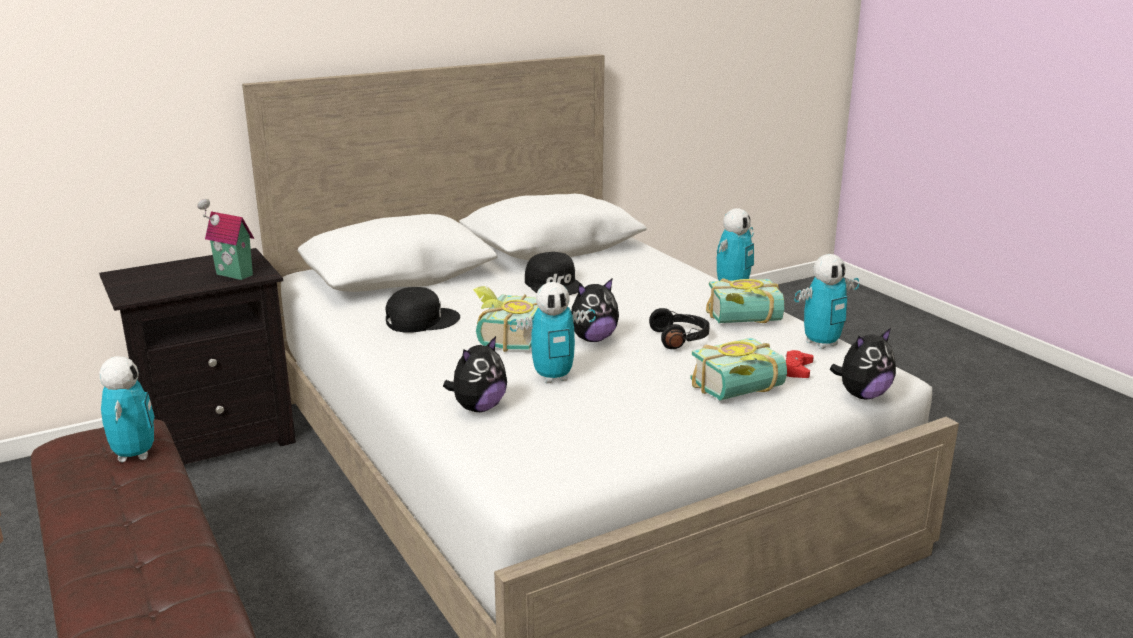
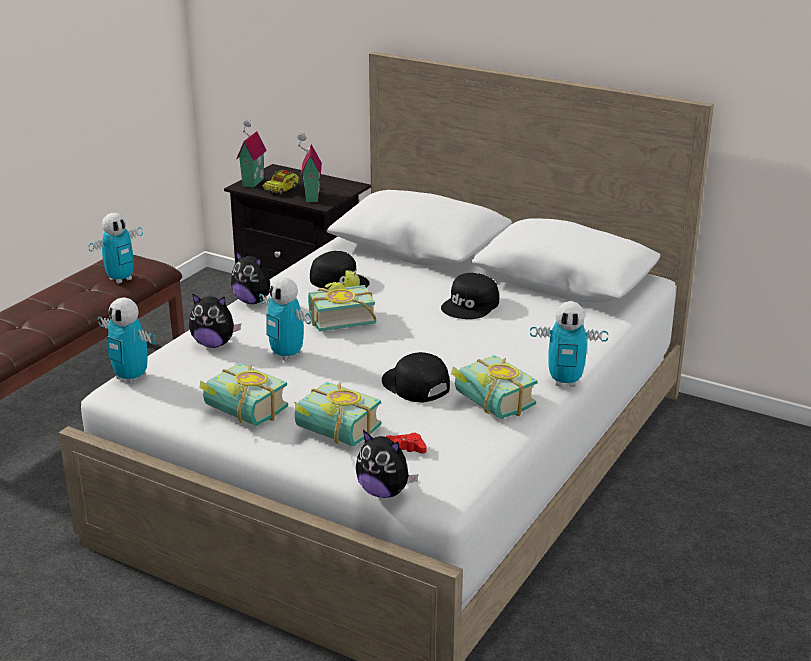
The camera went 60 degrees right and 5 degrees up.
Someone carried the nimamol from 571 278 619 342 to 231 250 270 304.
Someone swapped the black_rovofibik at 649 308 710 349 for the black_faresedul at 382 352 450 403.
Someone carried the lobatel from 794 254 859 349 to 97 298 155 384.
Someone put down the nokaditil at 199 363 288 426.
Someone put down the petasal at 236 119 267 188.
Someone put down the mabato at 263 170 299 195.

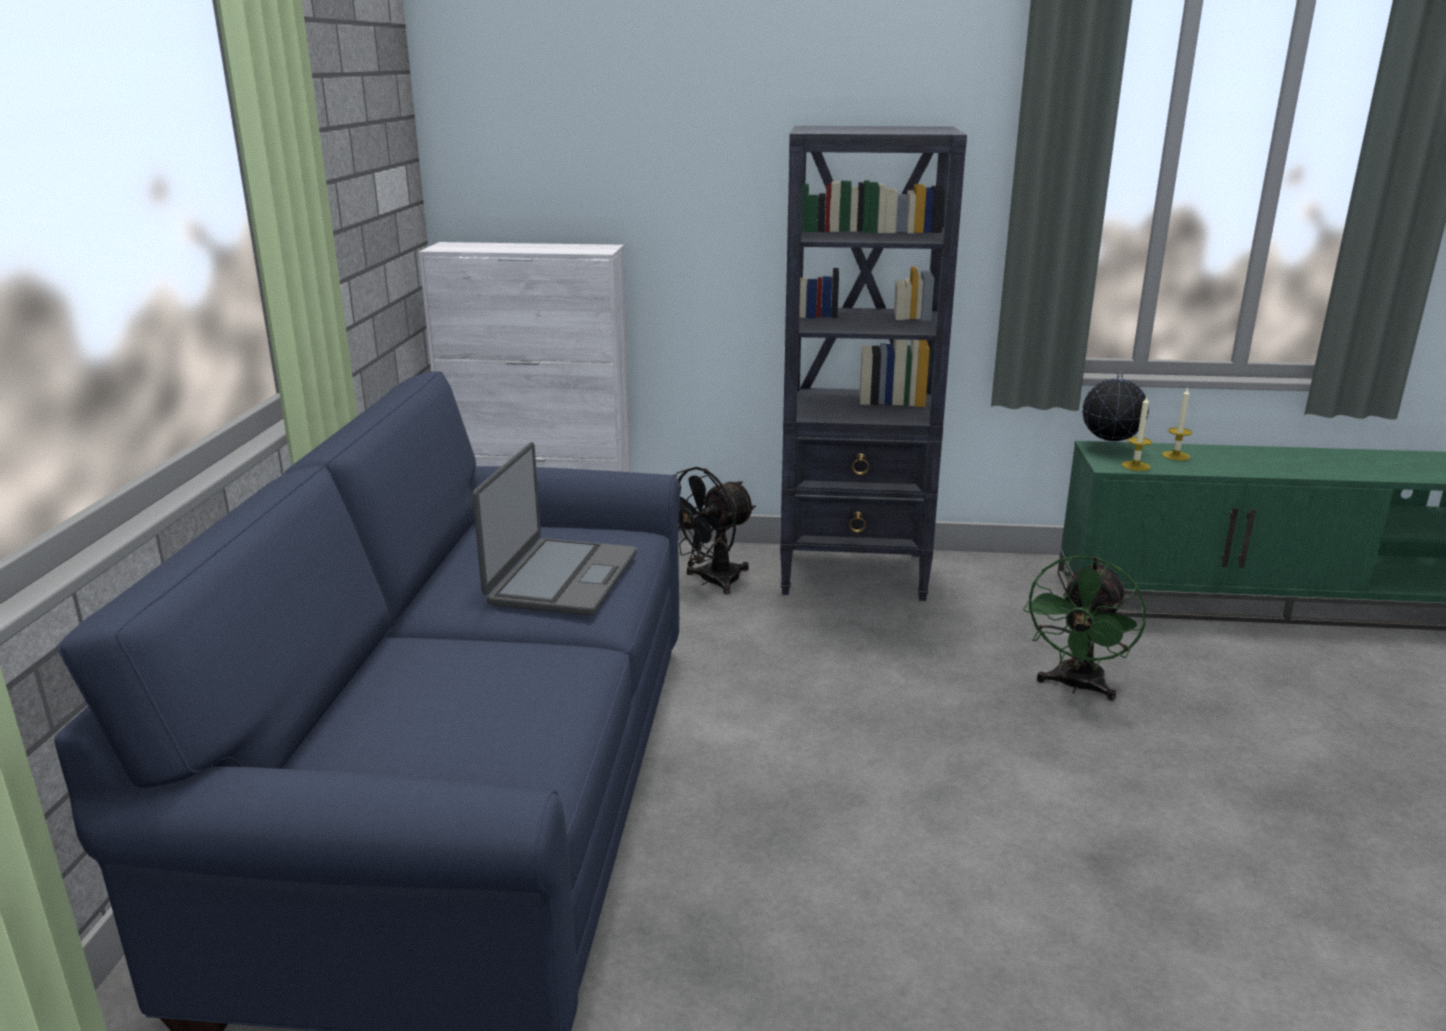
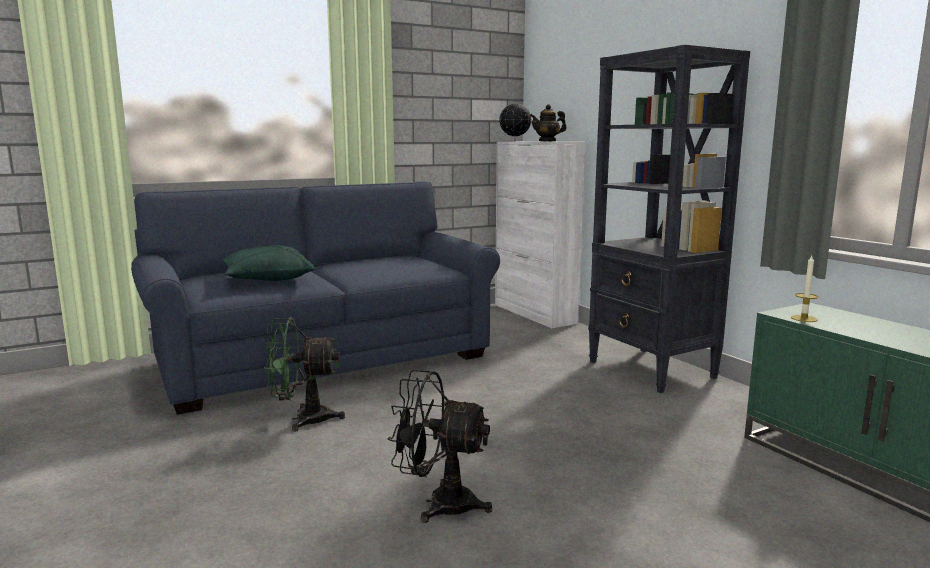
The camera went 55 degrees right and 10 degrees down.
Someone took away the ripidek at 472 442 637 616.
Someone carried the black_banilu from 675 467 756 595 to 388 370 492 523.
Someone carried the green_banilu from 1023 555 1146 701 to 264 317 345 432.
Someone carried the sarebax from 1082 372 1149 449 to 499 99 531 141.
Someone took away the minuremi at 1162 387 1192 461.
Someone put down the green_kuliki at 221 245 315 281.
Someone put down the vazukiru at 530 104 567 141.

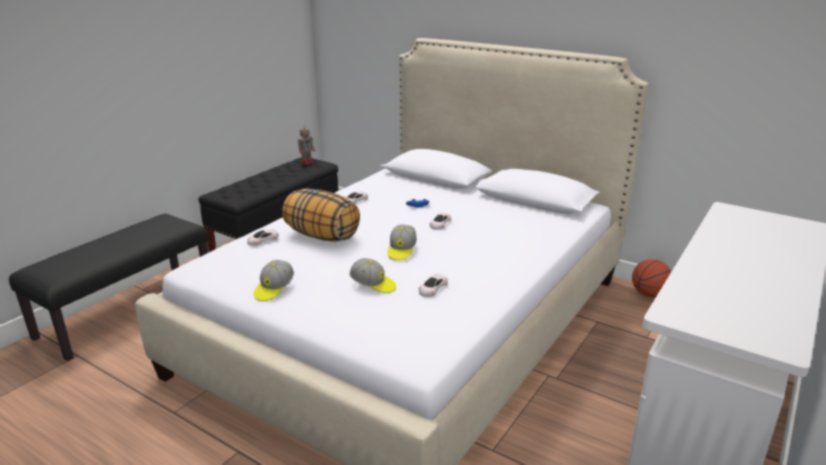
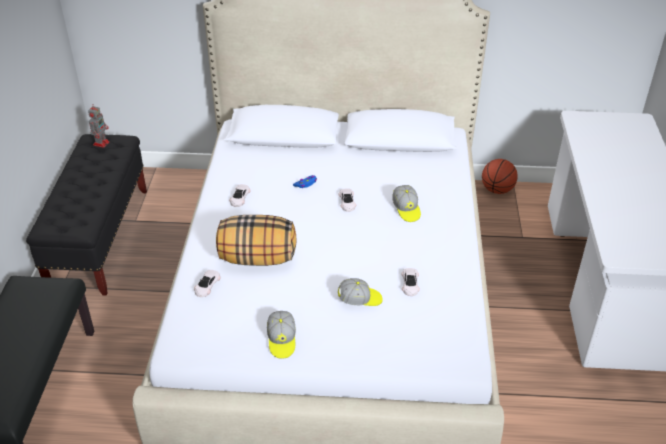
The camera went 30 degrees left and 15 degrees up.
Someone carried the faresedul from 388 224 417 260 to 392 185 421 222.

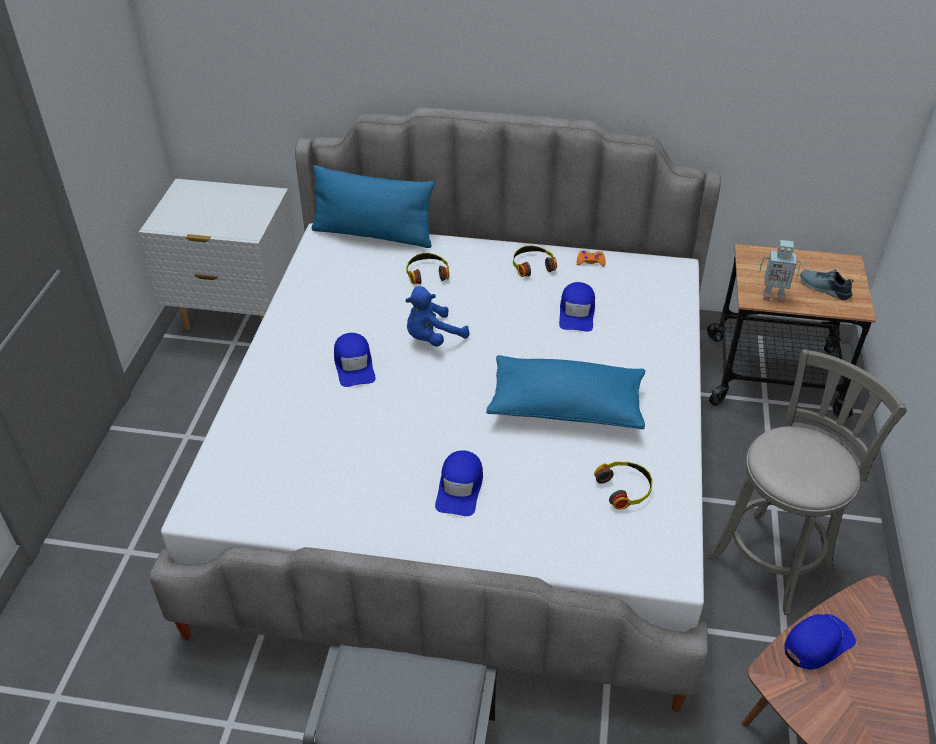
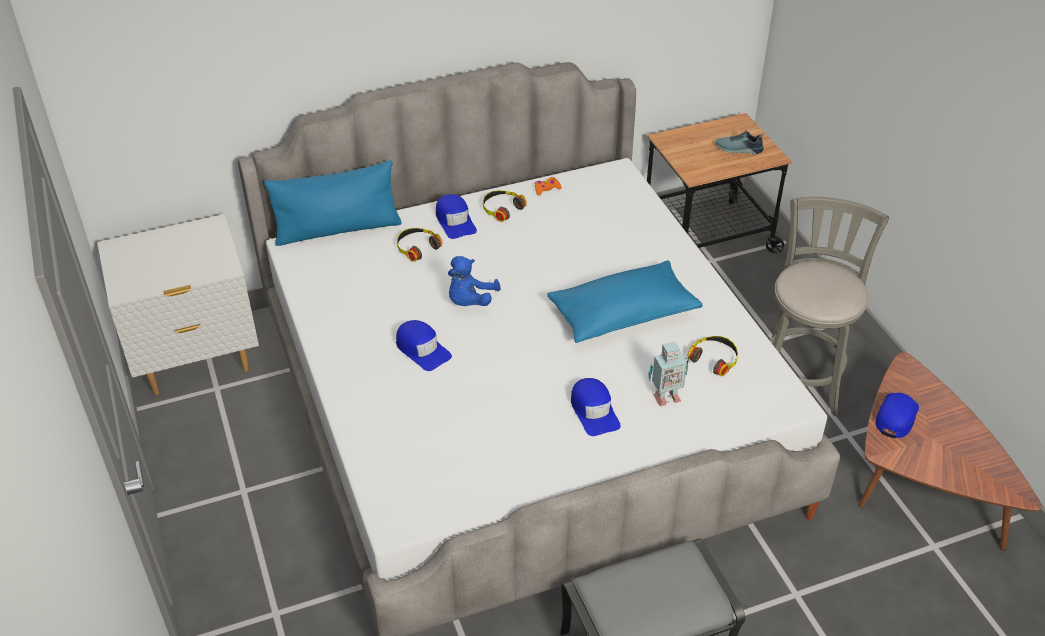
The camera went 30 degrees left and 0 degrees up.
Someone carried the blue_faresedul from 559 282 595 332 to 436 194 477 239.
Someone carried the lobatel from 760 240 801 303 to 649 341 689 406.

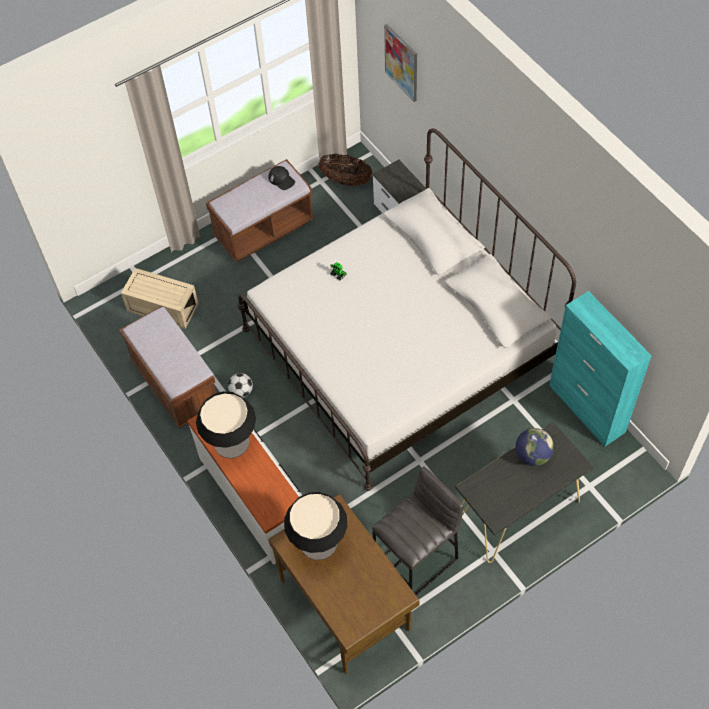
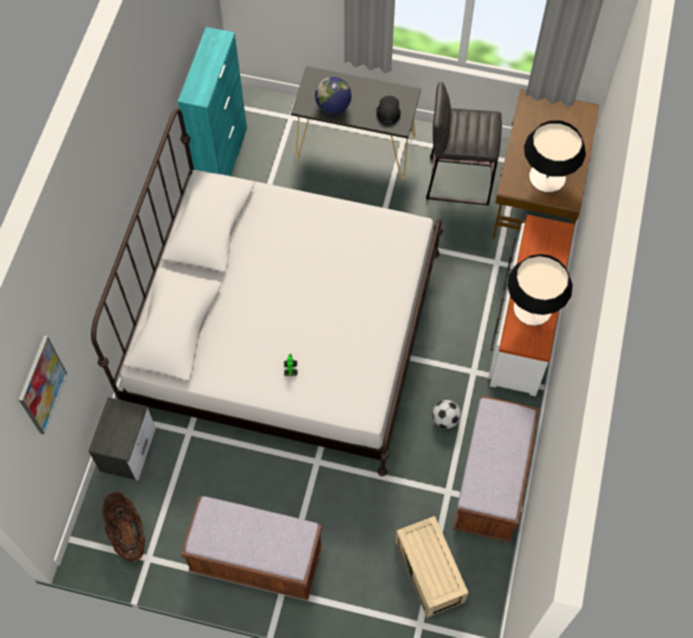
The camera went 135 degrees left and 5 degrees up.
Someone carried the black_faresedul from 269 166 295 190 to 376 96 401 125.

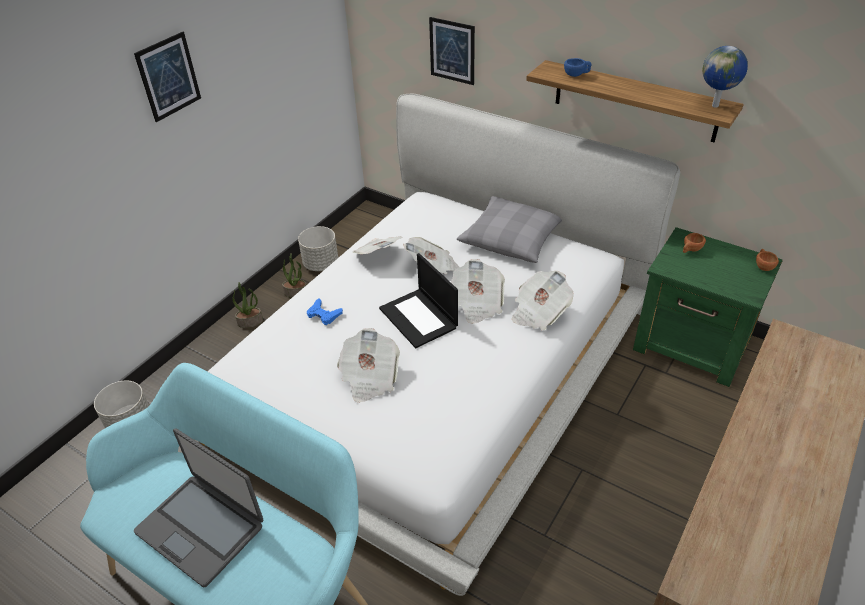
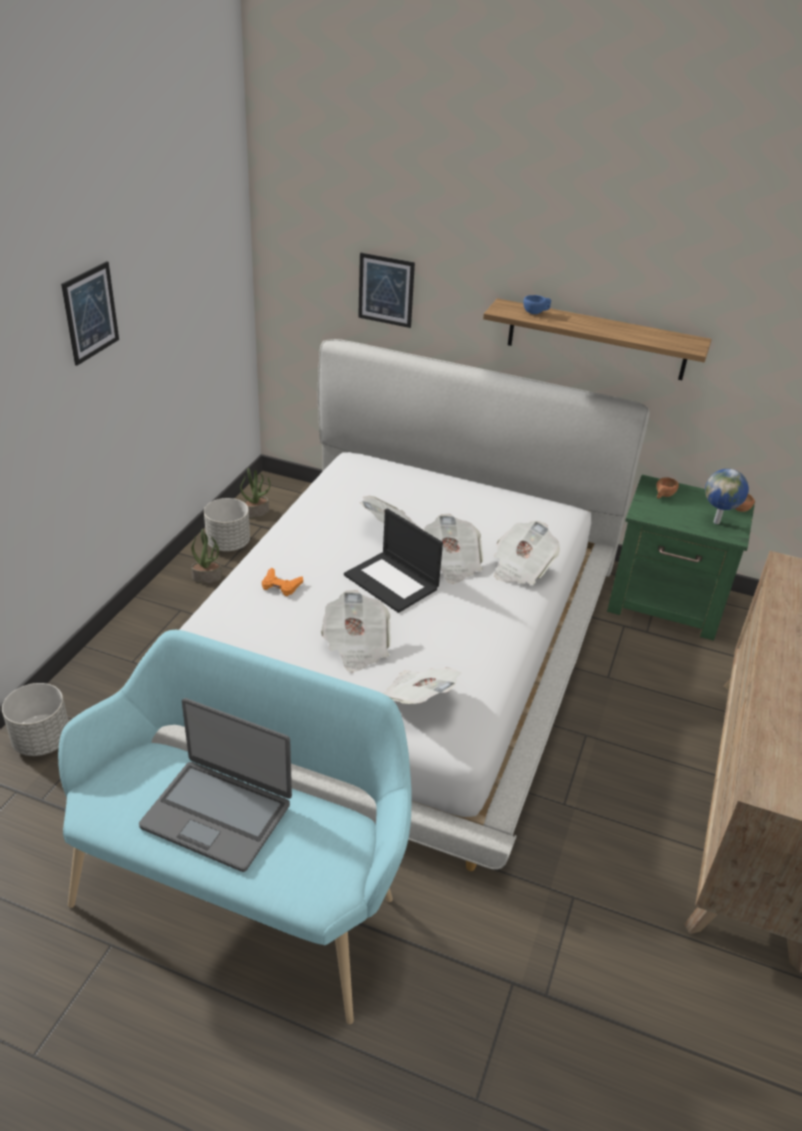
The camera went 15 degrees left and 5 degrees down.
Someone carried the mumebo from 232 282 263 328 to 240 468 270 518.
Someone repainted the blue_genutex at 307 298 343 325, which became the orange_genutex at 262 568 303 596.
Someone carried the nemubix from 352 236 403 254 to 383 667 461 704.
Someone took away the grey_kuliki at 457 196 562 263.
Someone carried the sarebax from 702 46 748 108 to 705 469 749 524.

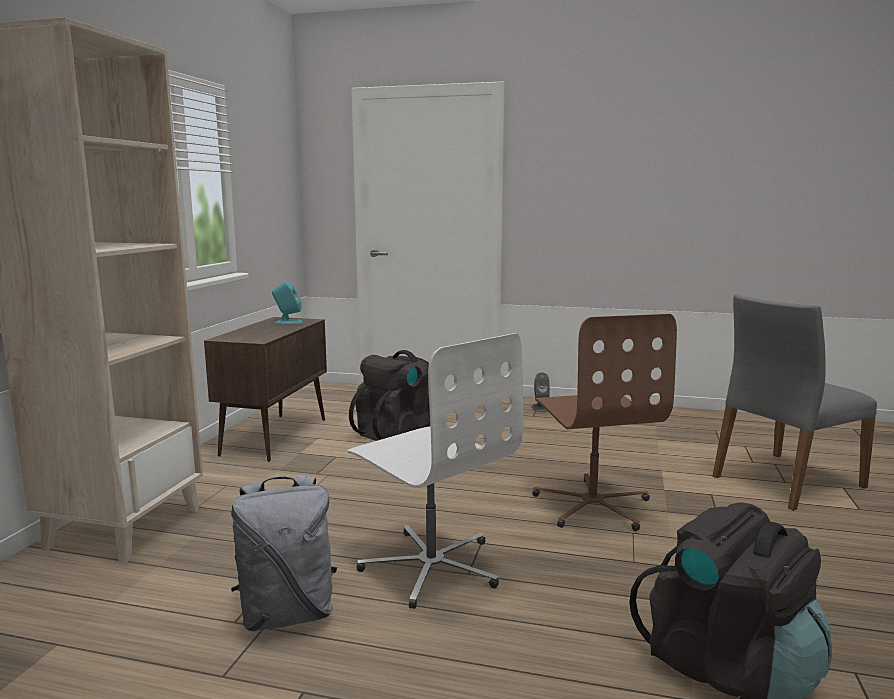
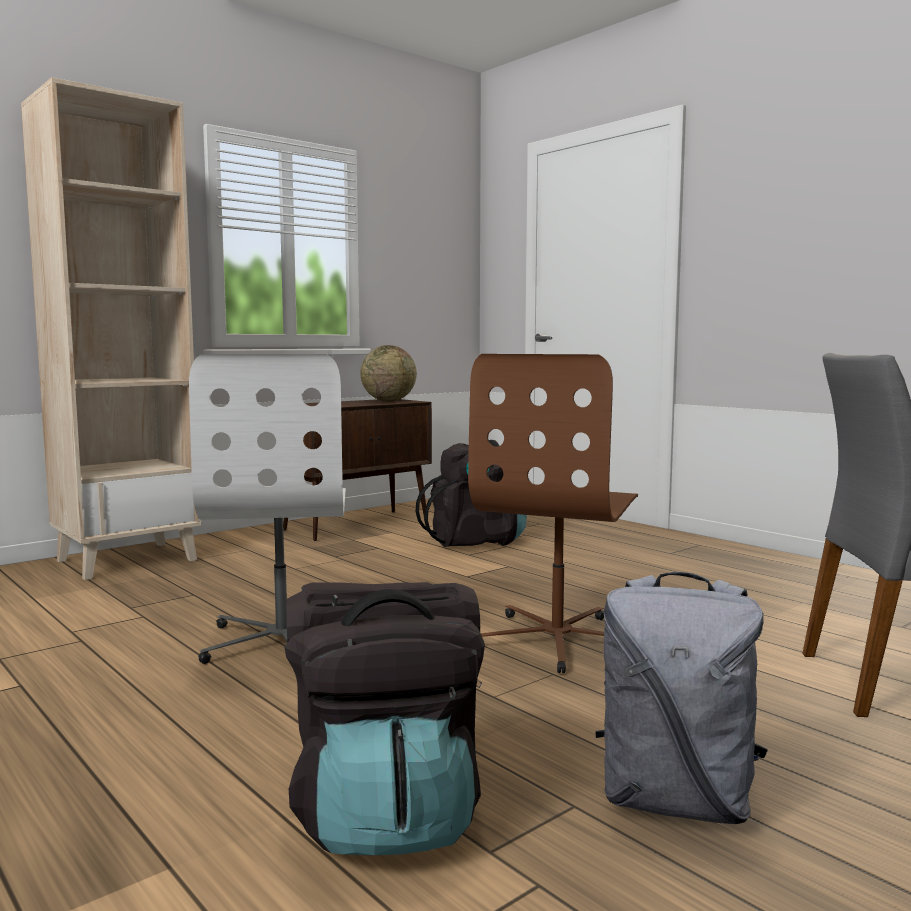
The camera went 35 degrees right and 5 degrees down.
Someone carried the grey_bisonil from 231 474 337 631 to 595 572 768 824.
Someone swapped the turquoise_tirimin at 272 281 302 324 for the sarebax at 360 345 417 401.
Someone took away the grey_tirimin at 532 372 550 412.

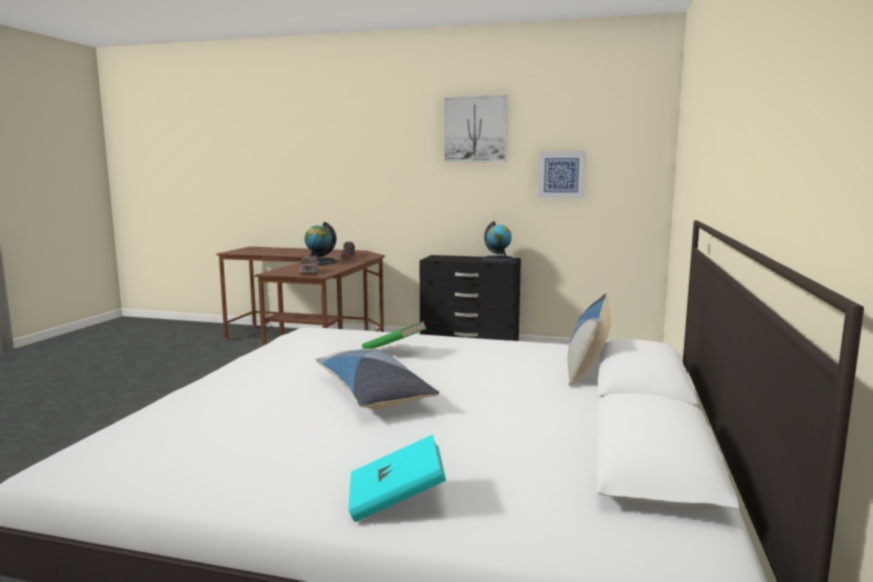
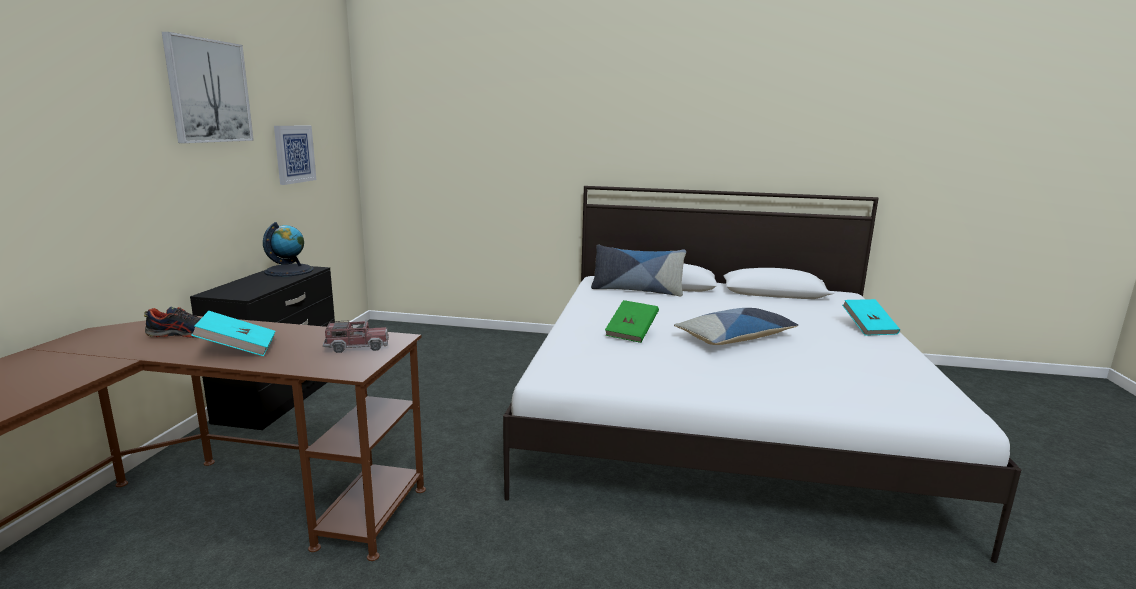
The camera went 95 degrees left and 5 degrees up.
Someone swapped the sarebax at 301 222 337 265 for the turquoise_nokaditil at 191 311 275 356.

